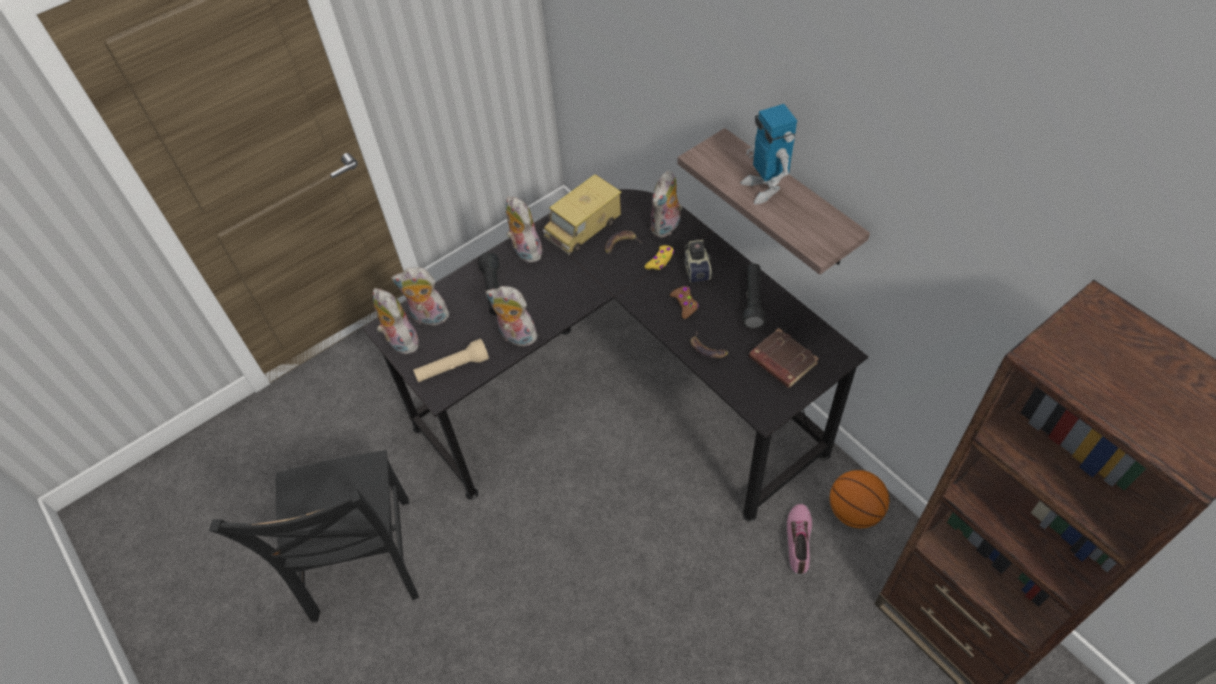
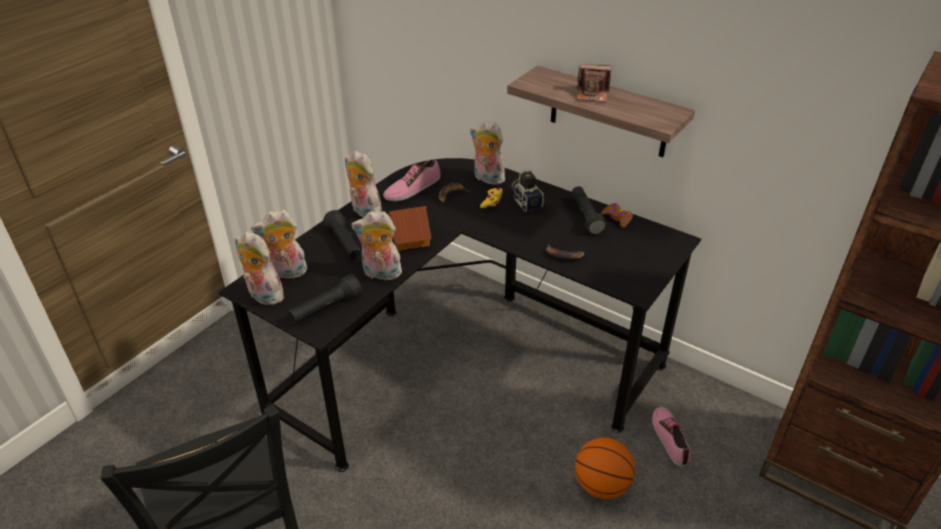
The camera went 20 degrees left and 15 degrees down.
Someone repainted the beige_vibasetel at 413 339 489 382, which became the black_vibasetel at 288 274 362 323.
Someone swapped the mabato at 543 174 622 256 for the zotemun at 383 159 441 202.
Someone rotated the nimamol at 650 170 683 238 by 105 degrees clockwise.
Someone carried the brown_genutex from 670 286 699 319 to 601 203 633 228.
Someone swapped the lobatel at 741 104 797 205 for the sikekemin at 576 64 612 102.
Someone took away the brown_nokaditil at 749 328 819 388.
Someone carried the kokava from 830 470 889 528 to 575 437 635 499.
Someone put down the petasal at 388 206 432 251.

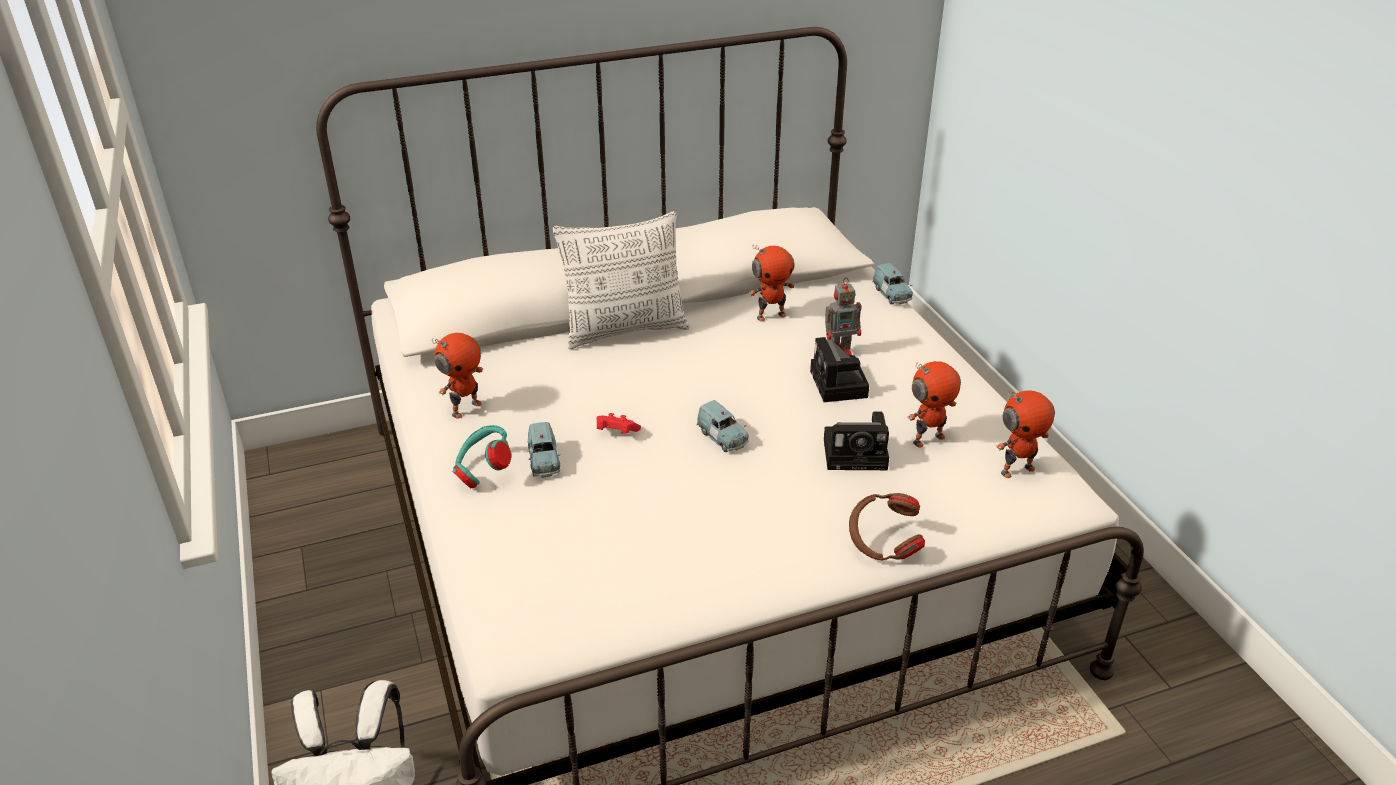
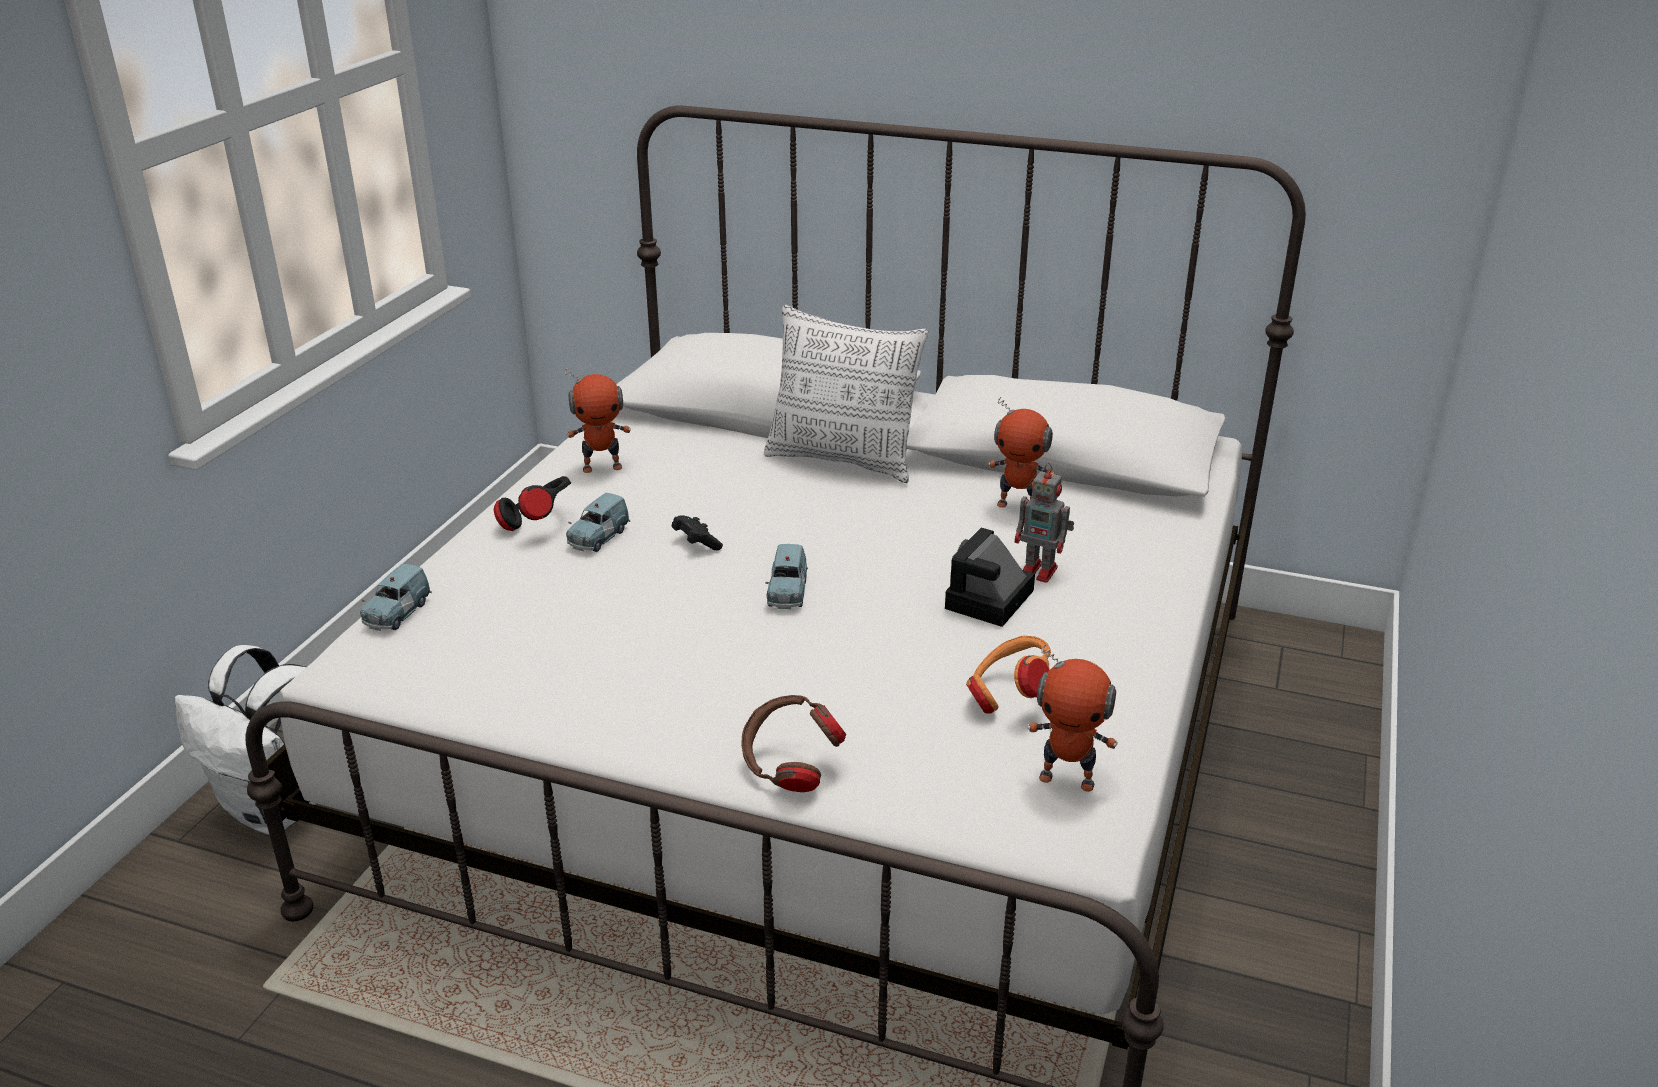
The camera went 40 degrees right and 5 degrees down.
Someone repainted the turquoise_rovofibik at 453 425 511 488, which became the black_rovofibik at 494 476 571 531.
Someone repainted the red_genutex at 596 413 641 434, which became the black_genutex at 672 515 723 550.
Someone took away the sikekemin at 824 411 889 470.
Someone carried the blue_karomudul from 872 263 913 305 to 360 564 432 631.
Someone swapped the lobatel at 907 361 961 448 for the orange_rovofibik at 966 636 1051 714.

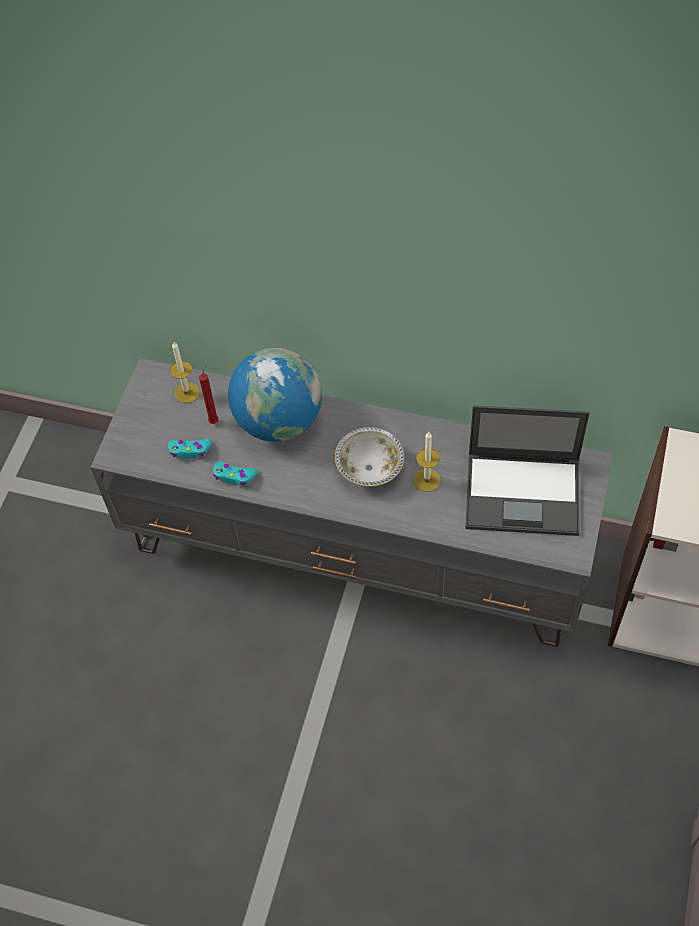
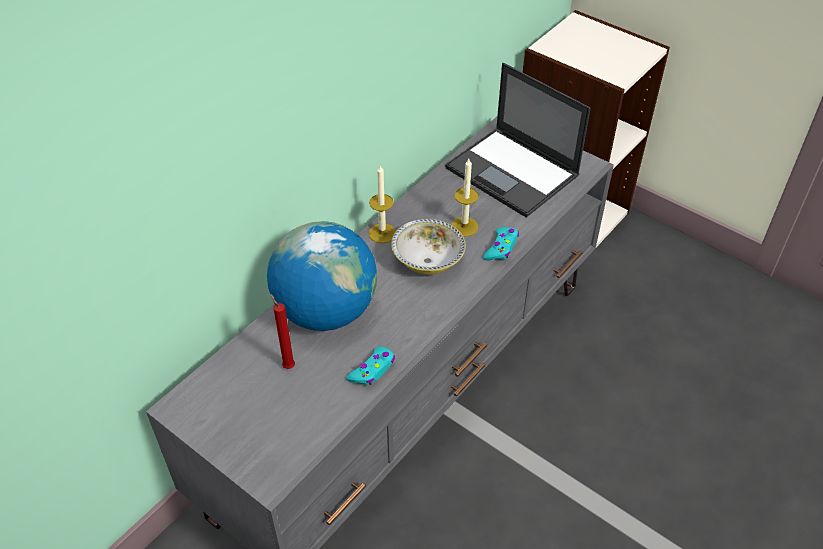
The camera went 70 degrees left and 10 degrees down.
Someone carried the turquoise_genutex from 168 439 212 458 to 483 227 519 260.
Someone carried the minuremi from 170 342 200 403 to 369 164 396 243.
Someone rotated the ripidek at 465 405 590 536 by 105 degrees clockwise.

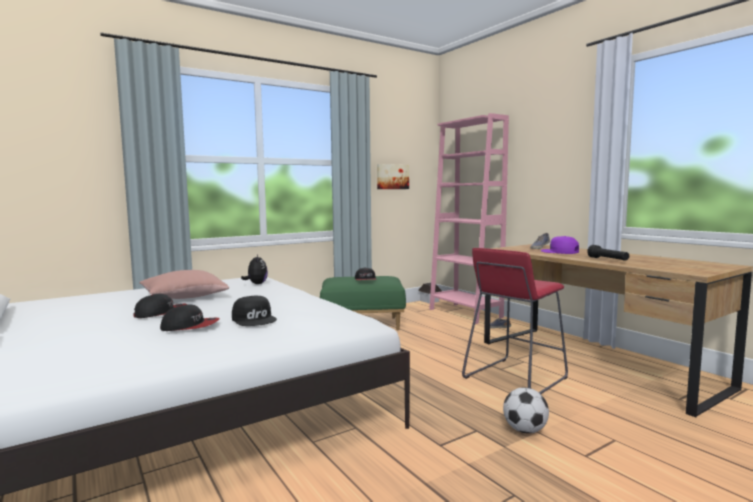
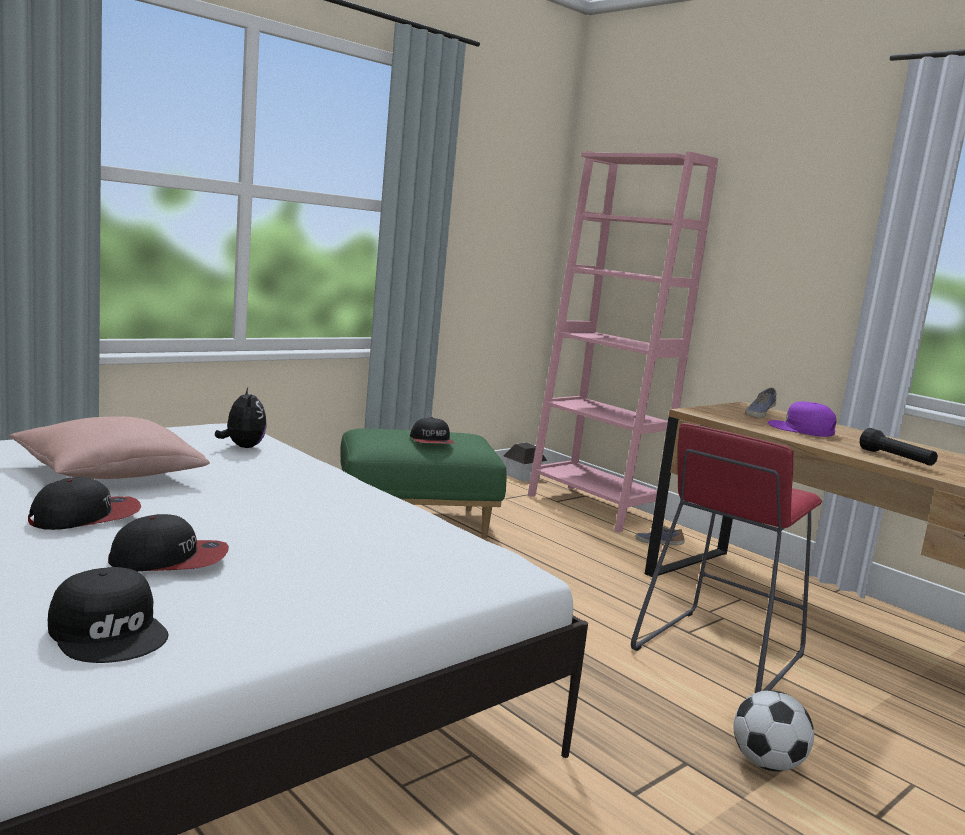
The camera went 10 degrees left and 5 degrees up.
Someone carried the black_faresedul from 232 296 277 326 to 48 567 168 663.
Someone took away the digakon at 377 164 409 189.

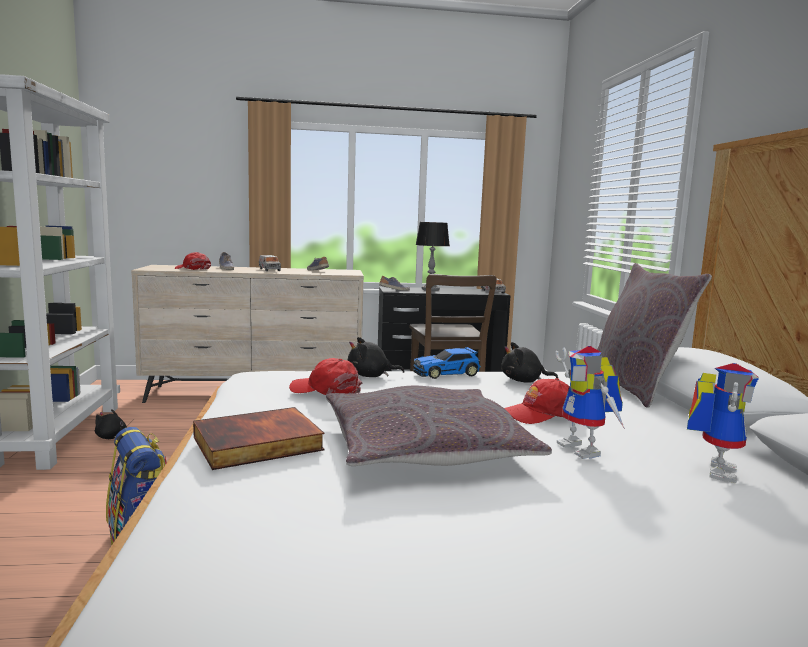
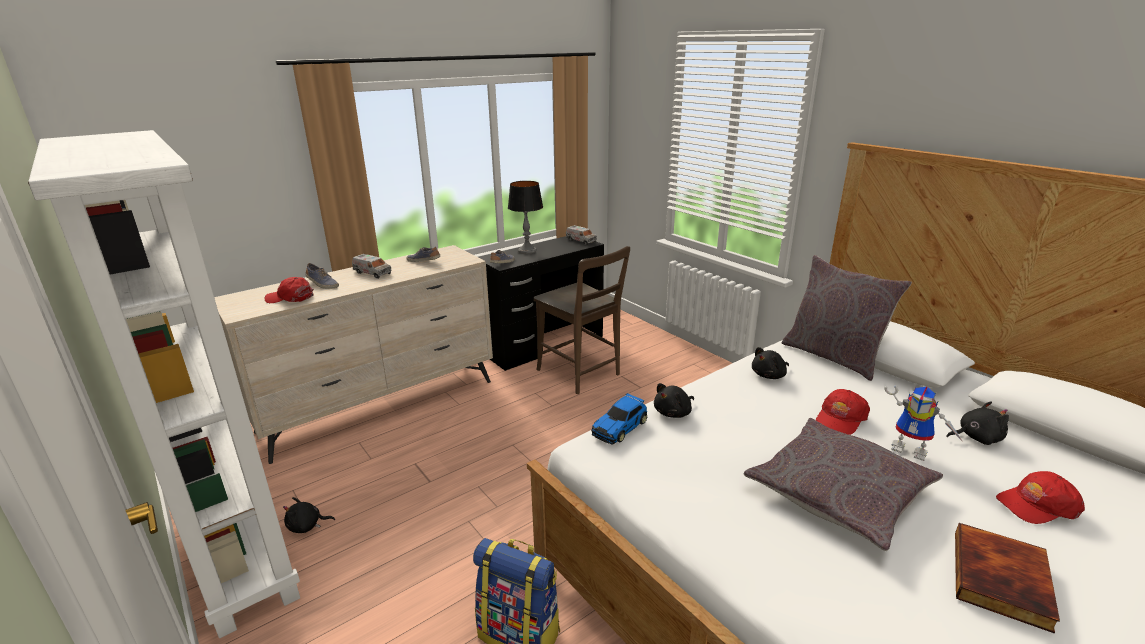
The camera went 30 degrees left and 15 degrees up.
Someone carried the nokaditil from 193 407 325 470 to 955 523 1060 634.
Someone carried the red_faresedul from 289 358 362 395 to 996 471 1085 524.
Someone carried the karomudul from 413 347 481 379 to 591 393 647 445.
Someone swapped the lobatel at 687 363 759 484 for the black_nimamol at 946 401 1009 445.

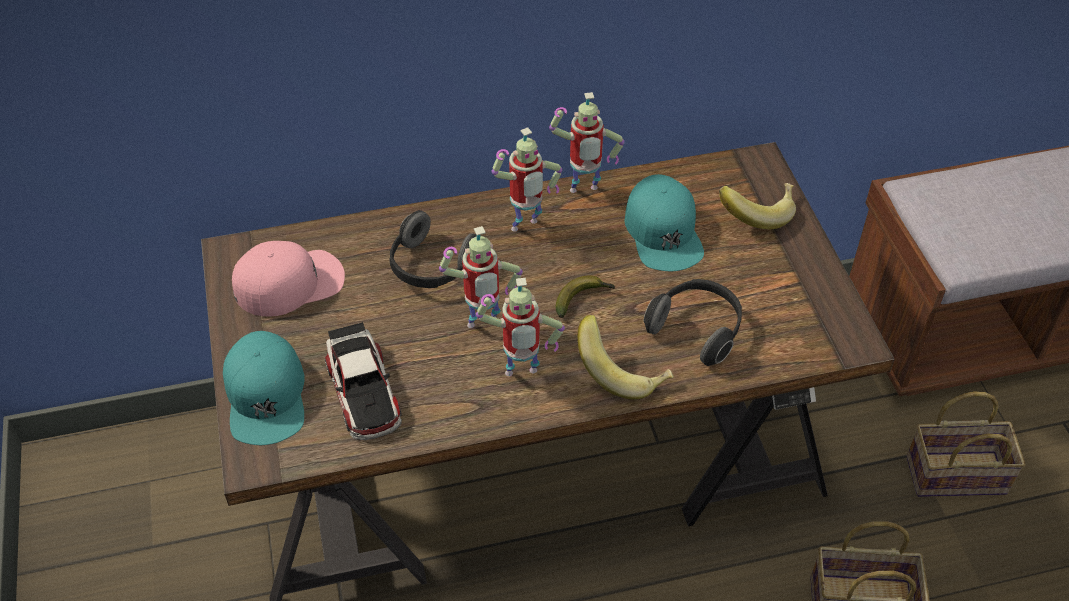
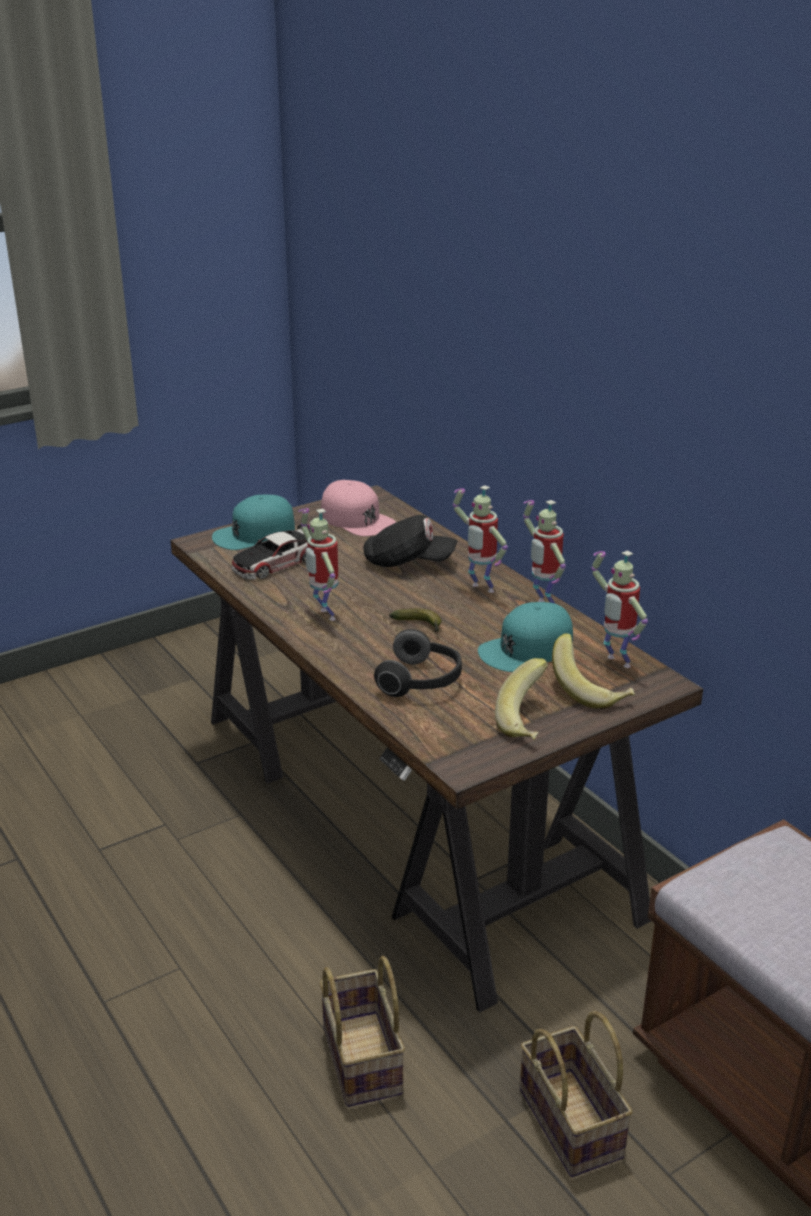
The camera went 70 degrees right and 20 degrees down.
Someone swapped the rovofibik at 390 210 477 288 for the black_faresedul at 363 515 457 567.
Someone carried the lobatel from 439 226 523 328 to 591 551 648 668.
Someone carried the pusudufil from 577 315 674 400 to 495 658 548 740.

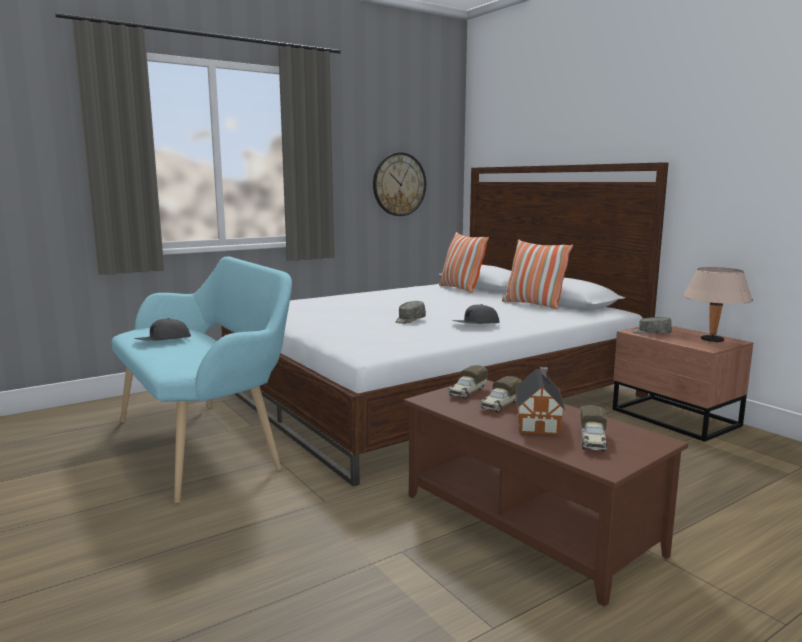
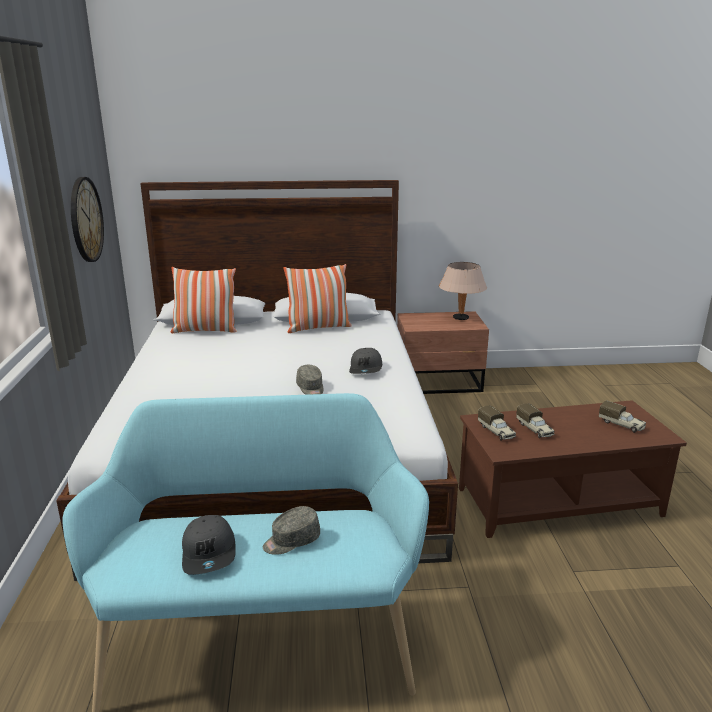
The camera went 60 degrees left and 10 degrees up.
Someone took away the petasal at 515 367 565 436.
Someone carried the grey_faresedul from 632 317 672 334 to 263 506 320 555.

